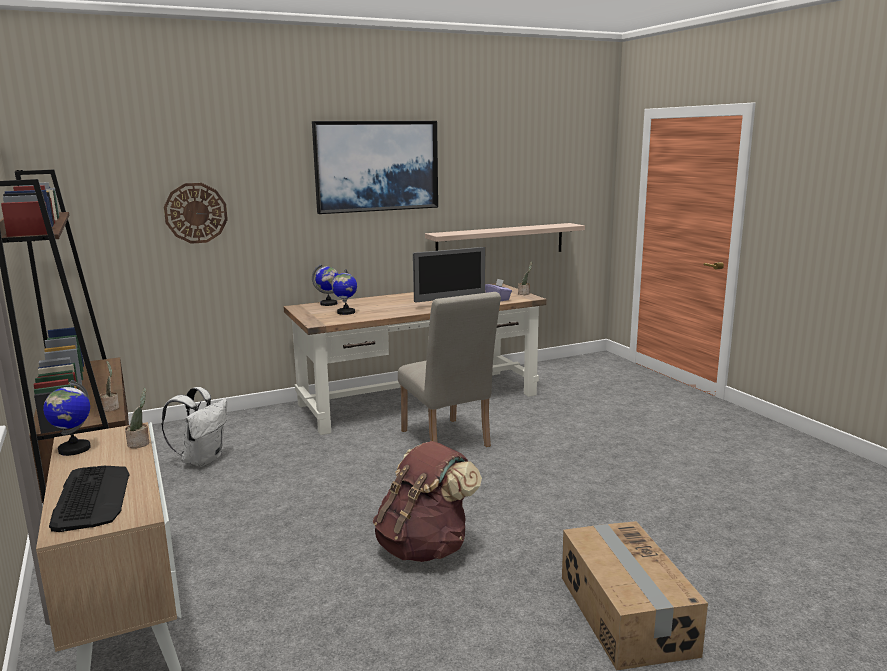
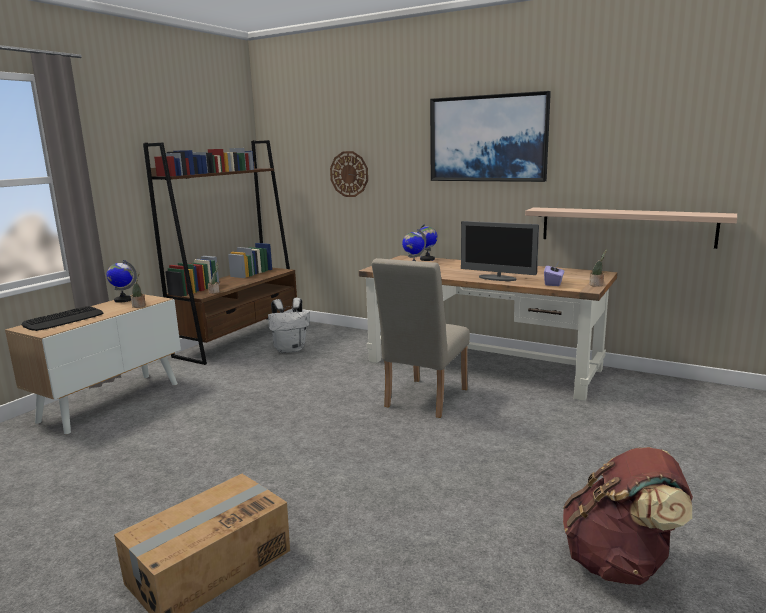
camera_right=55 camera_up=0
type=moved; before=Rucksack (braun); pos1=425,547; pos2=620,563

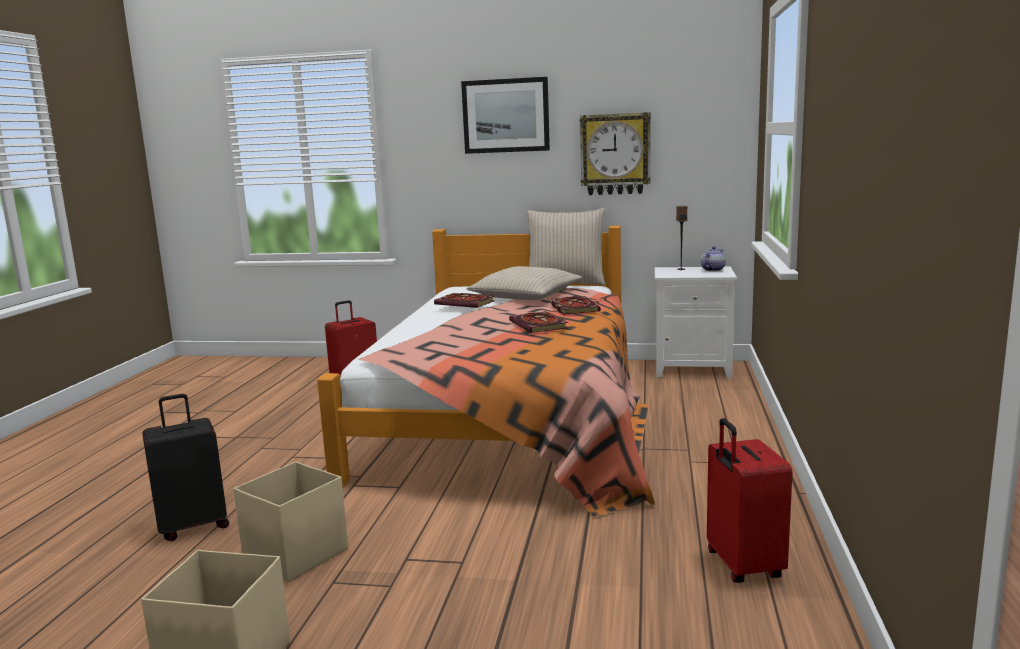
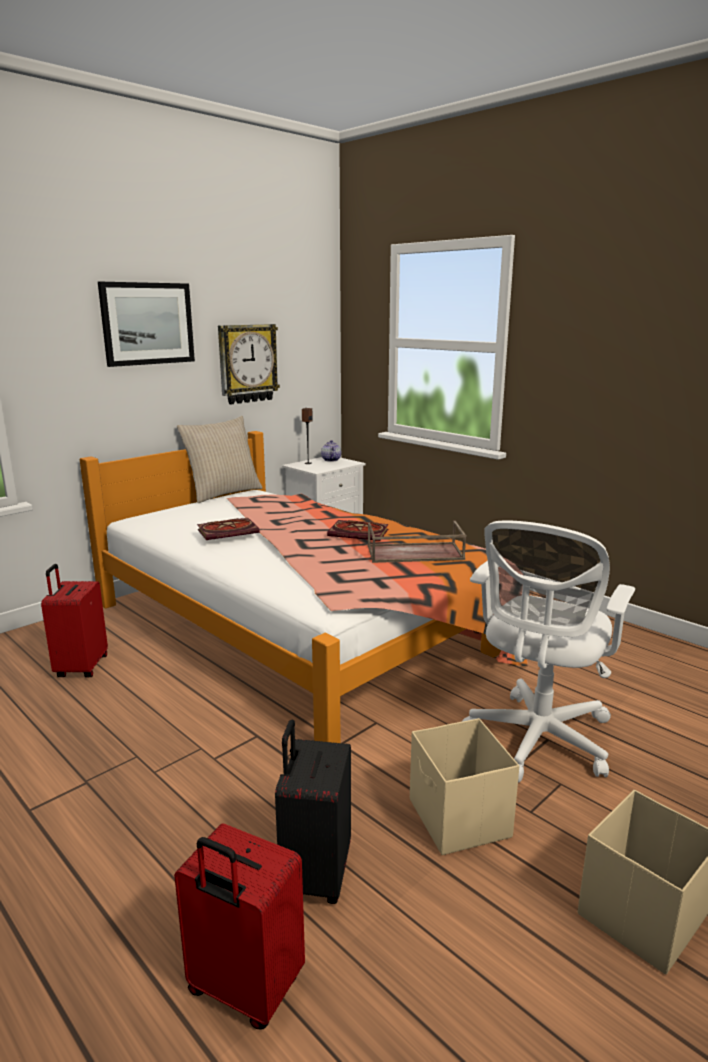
camera_right=-55 camera_up=5
type=removed; before=Kissen (beige); pos1=525,296
type=removed; before=Buch; pos1=573,308
type=moved; before=Koffer (rot); pos1=742,566; pos2=243,989
type=added; after=Tablett (braun); pos2=414,553
type=added; after=Bürostuhl (weiß); pos2=537,741

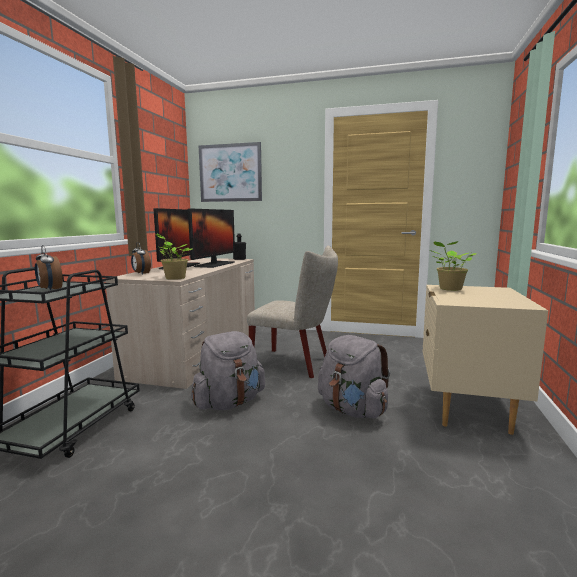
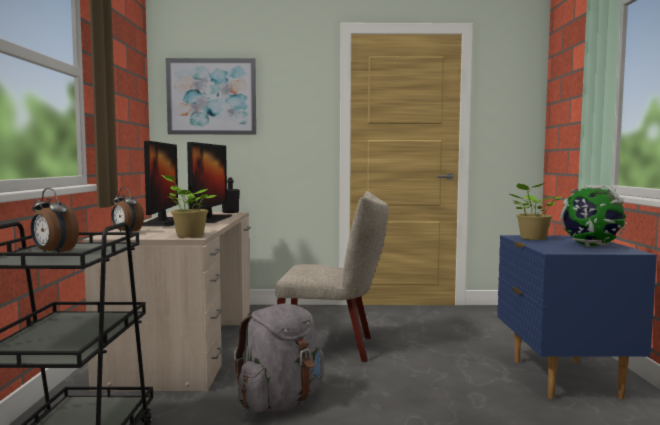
camera_right=-15 camera_up=-5
type=removed; before=Rucksack (grau); pos1=352,410
type=recoloured; before=Nachttisch (beige); after=Nachttisch (blau); pos1=467,409; pos2=563,378
type=added; after=Globus; pos2=590,246

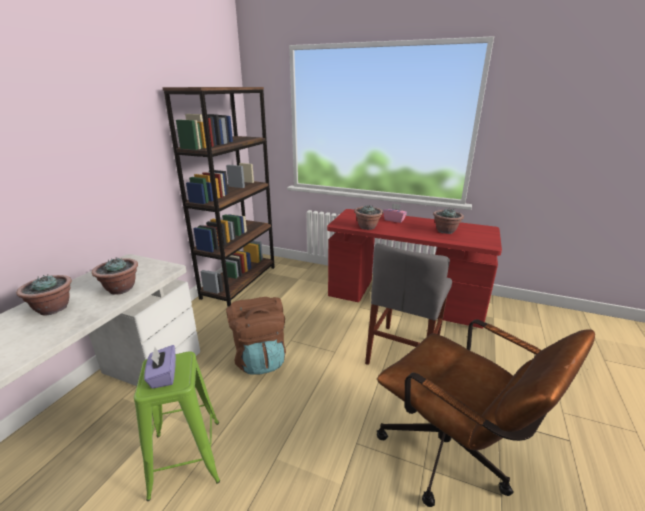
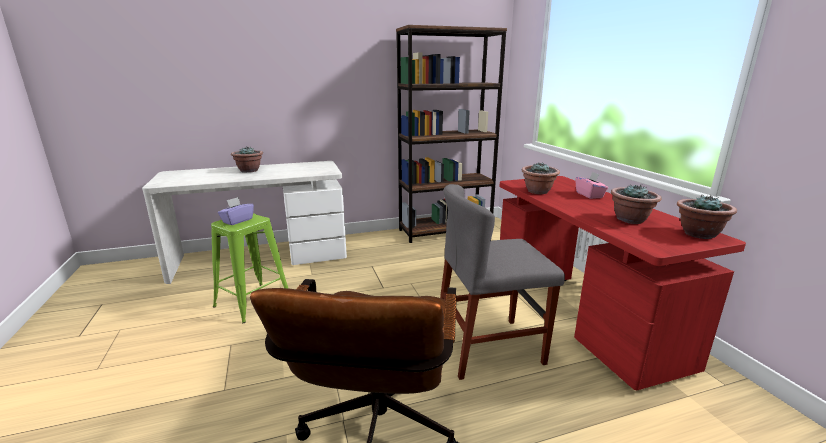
camera_right=50 camera_up=-5
type=moved; before=Topfpflanze; pos1=120,289; pos2=698,234
type=removed; before=Rucksack (braun); pos1=260,358

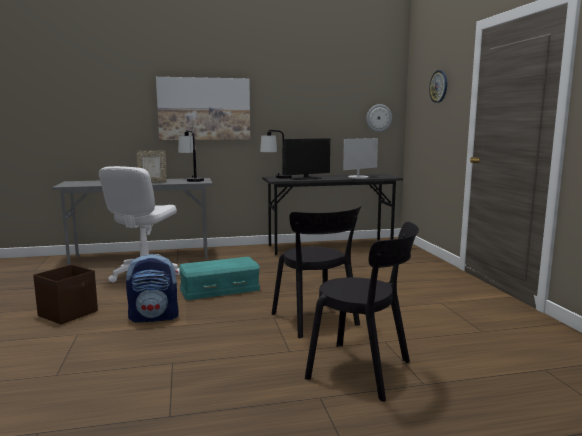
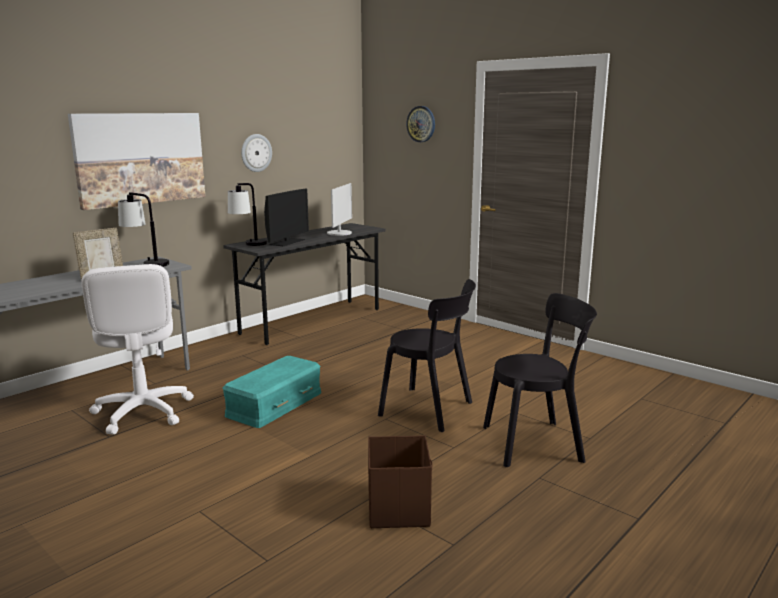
camera_right=-35 camera_up=5
type=moved; before=Aufbewahrungsbox (braun); pos1=69,313; pos2=399,508
type=removed; before=Rucksack; pos1=155,317
type=moved; before=Wanduhr; pos1=378,118; pos2=256,153

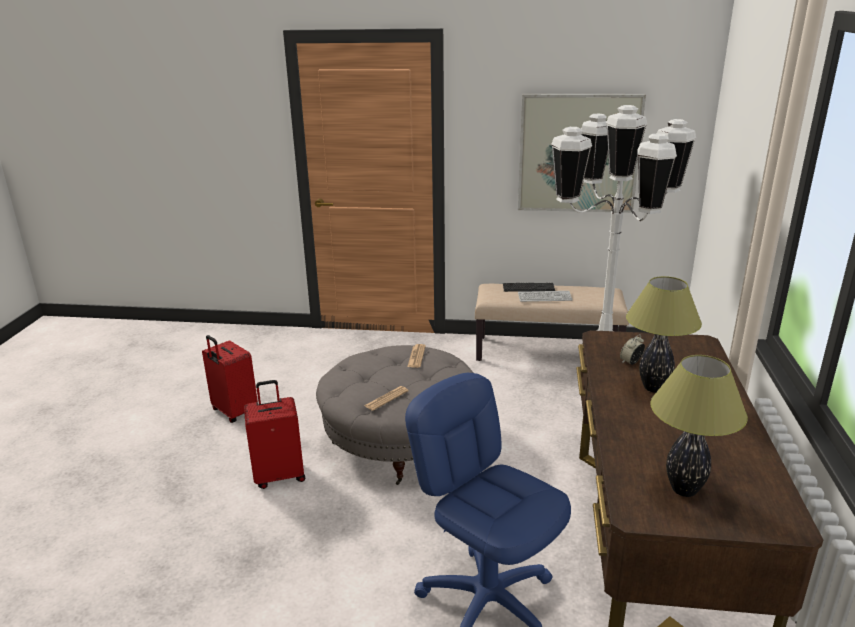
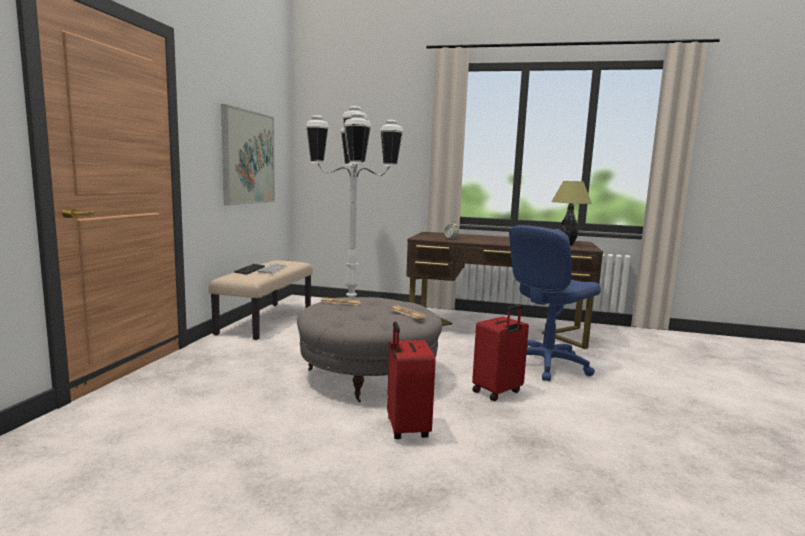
camera_right=-85 camera_up=-15
type=moved; before=Koffer (rot); pos1=233,412; pos2=498,392
type=removed; before=Tischlampe; pos1=653,388

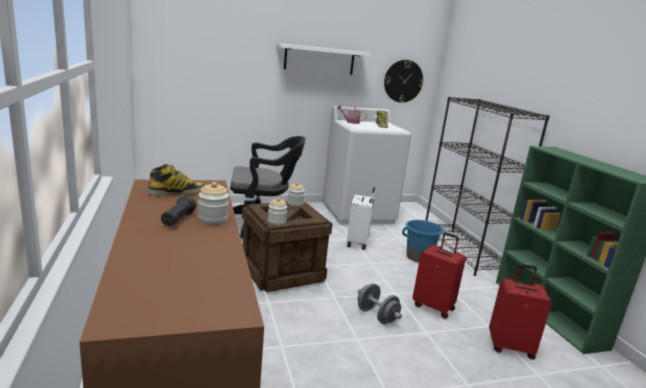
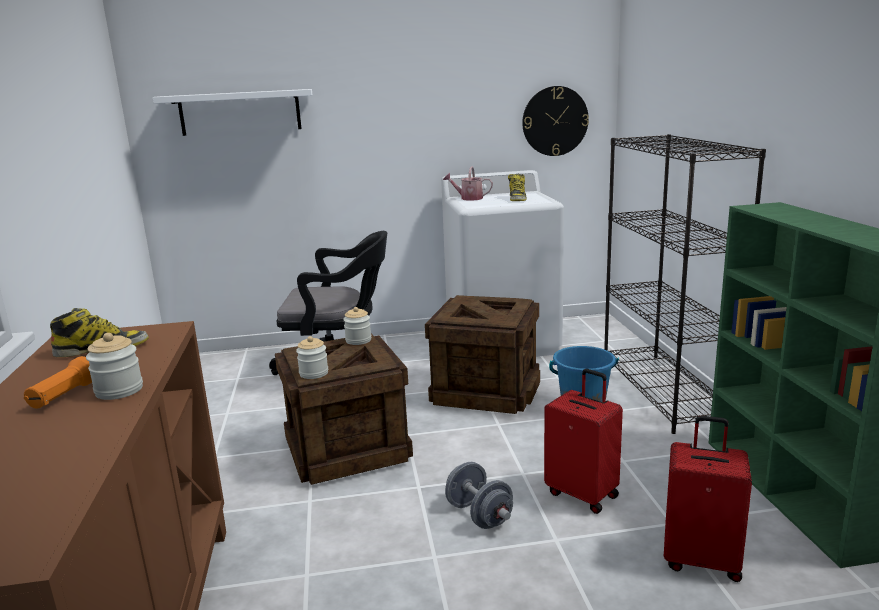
camera_right=10 camera_up=0
type=recoloured; before=Taschenlampe (schwarz); after=Taschenlampe (orange); pos1=178,220; pos2=63,396
type=moved; before=Wandregal (weiß); pos1=319,59; pos2=240,112
type=replaced; before=Koffer (weiß); after=Kiste; pos1=358,243; pos2=487,392

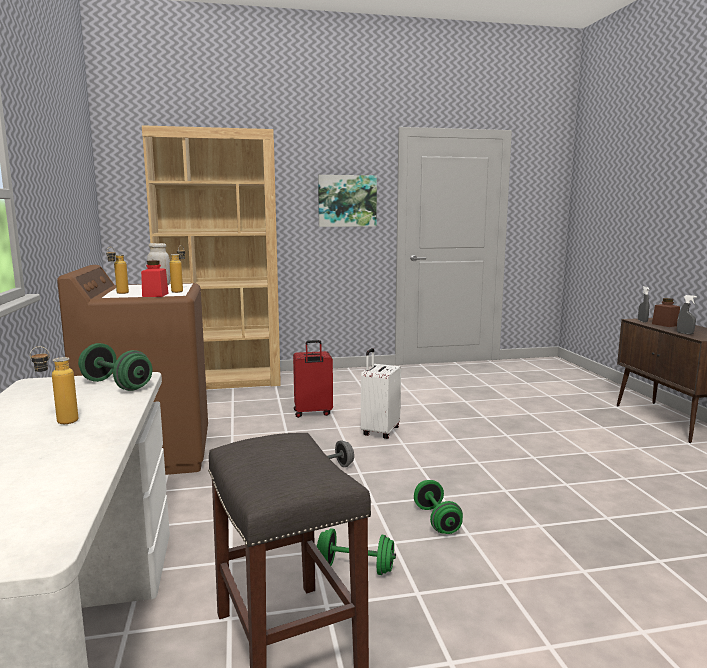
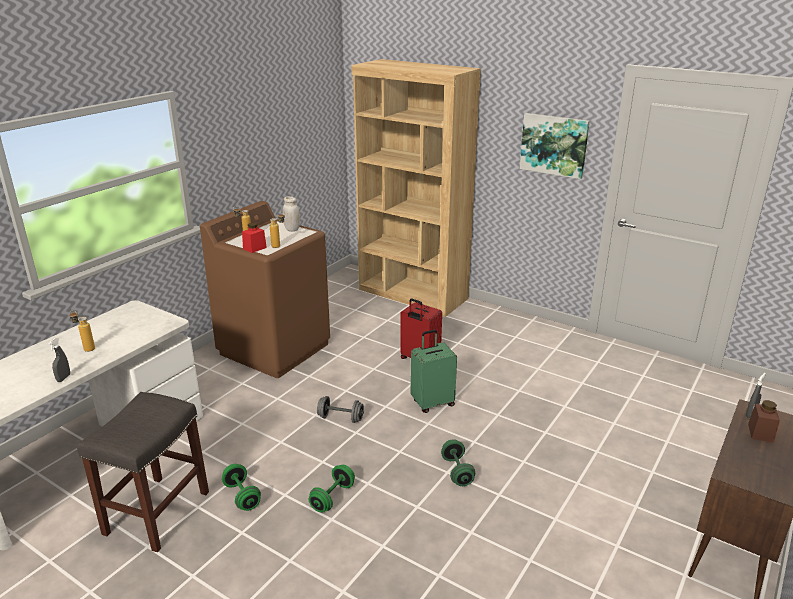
camera_right=45 camera_up=15
type=moved; before=Hantel (grün); pos1=116,385; pos2=457,471
type=recoloured; before=Koffer (weiß); after=Koffer (grün); pos1=379,432; pos2=432,403
type=moved; before=Sprühflasche (grau); pos1=685,333; pos2=63,378

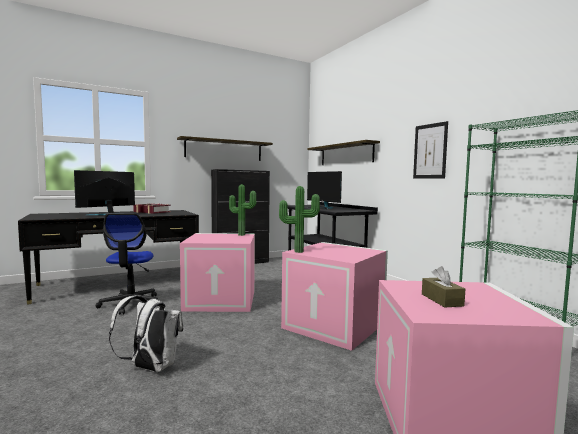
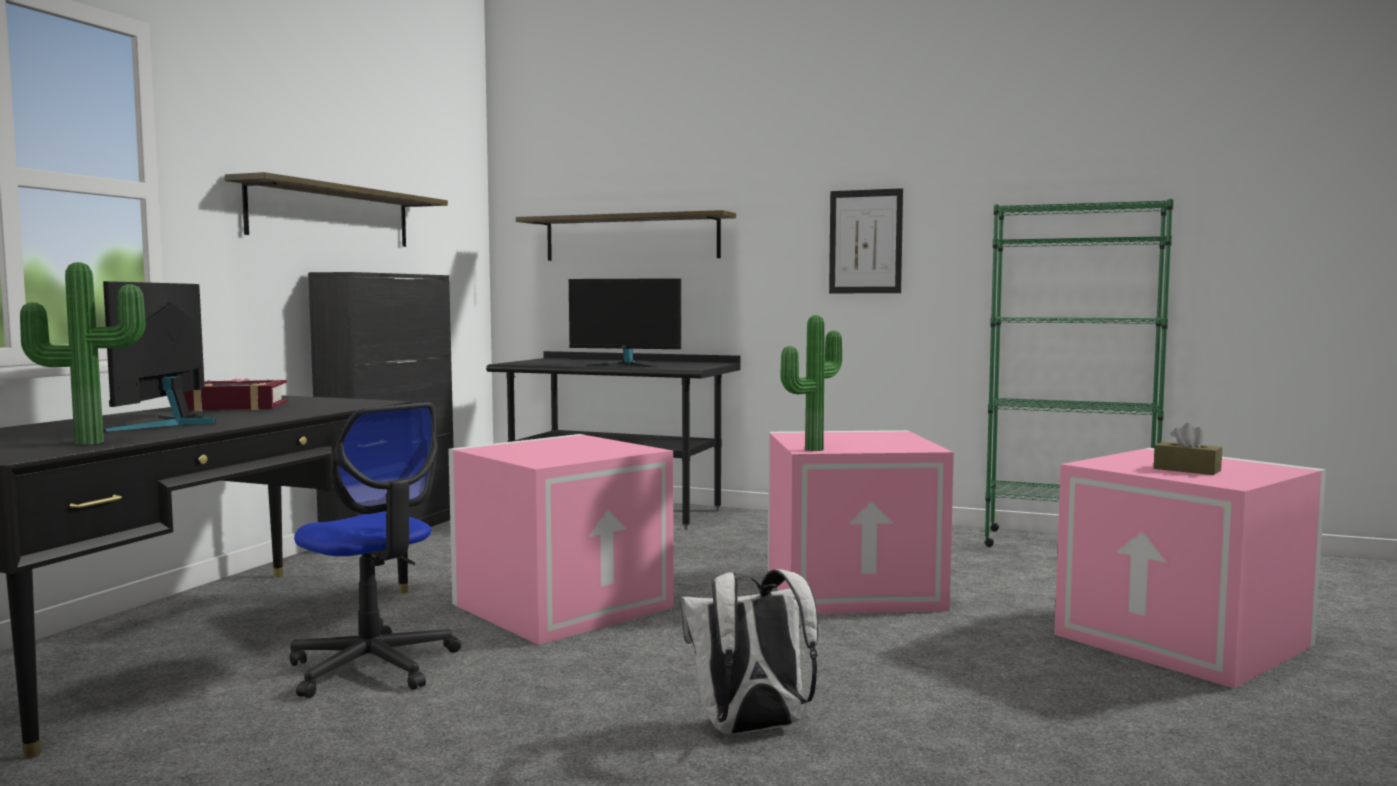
camera_right=-40 camera_up=0
type=moved; before=Topfpflanze; pos1=242,234; pos2=90,442

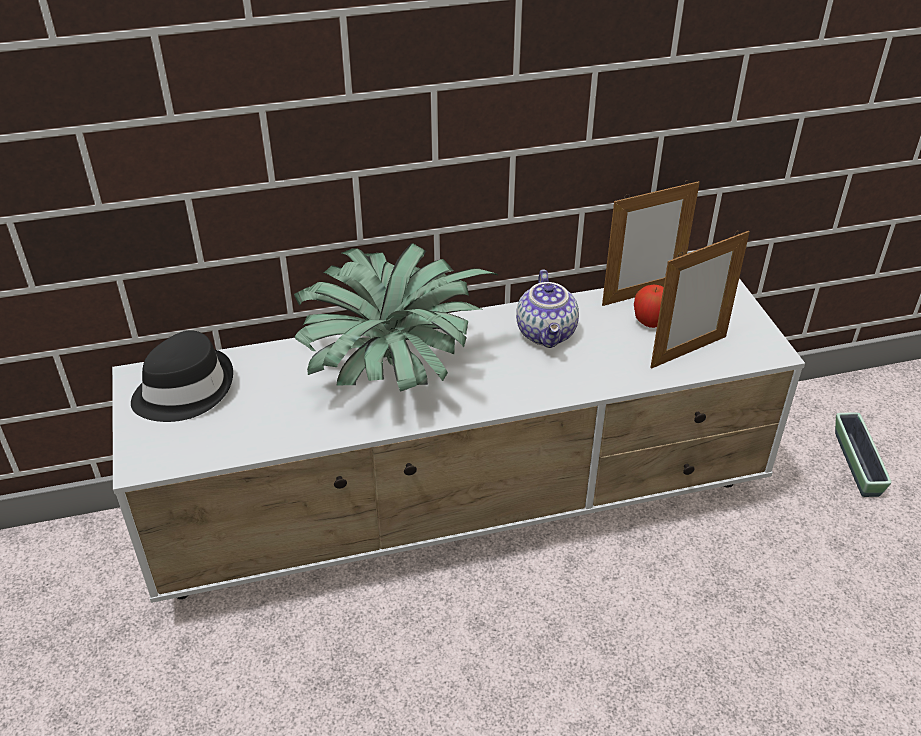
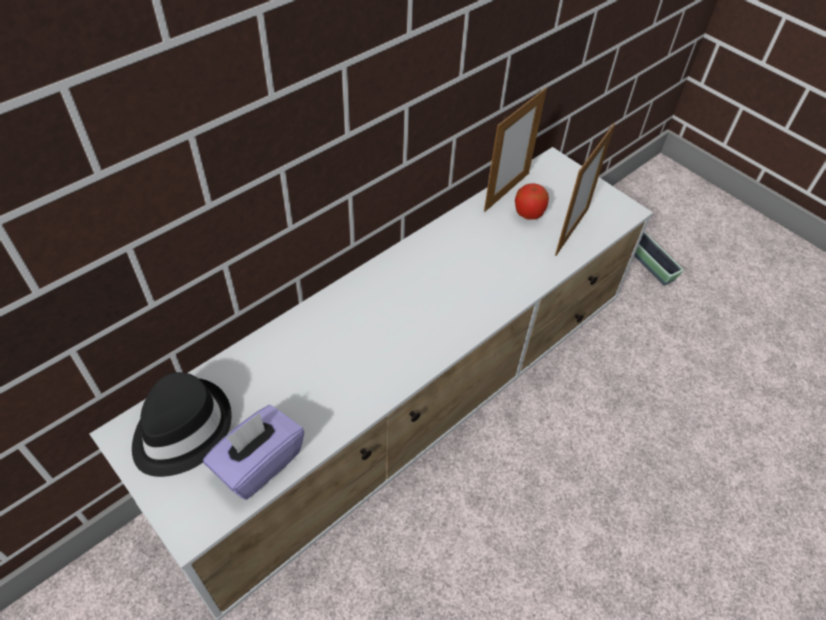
camera_right=-30 camera_up=10
type=removed; before=Topfpflanze; pos1=392,370
type=removed; before=Teekanne; pos1=547,333
type=added; after=Taschentuchbox (lila); pos2=258,463

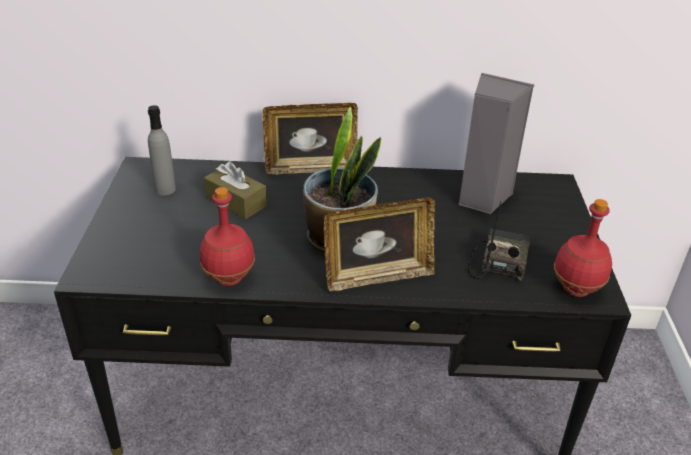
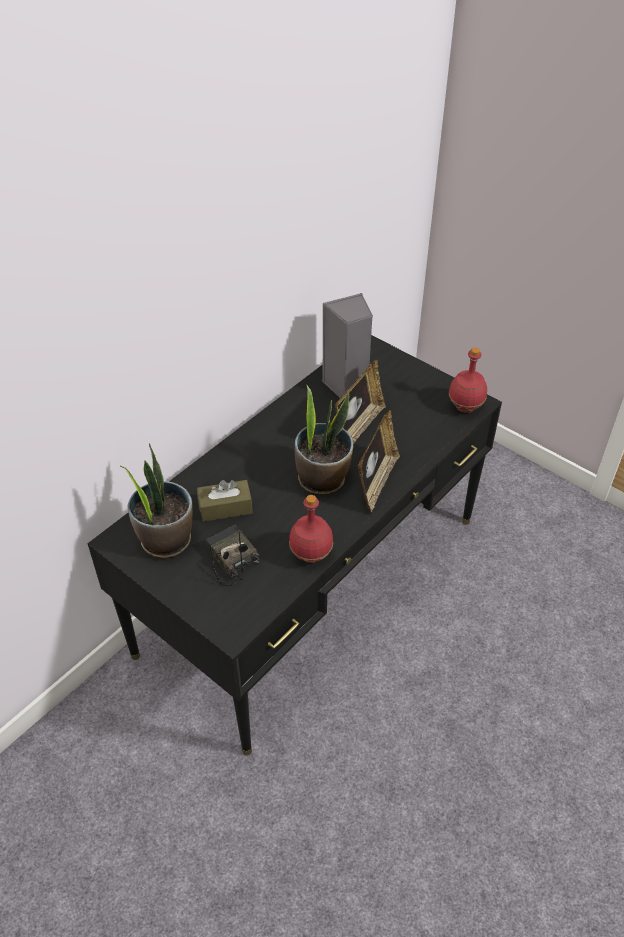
camera_right=-50 camera_up=10
type=replaced; before=Flasche (grau); after=Topfpflanze; pos1=165,189; pos2=166,540
type=moved; before=Bilderrahmen; pos1=311,168; pos2=358,427
type=moved; before=Radio; pos1=498,262; pos2=230,559

